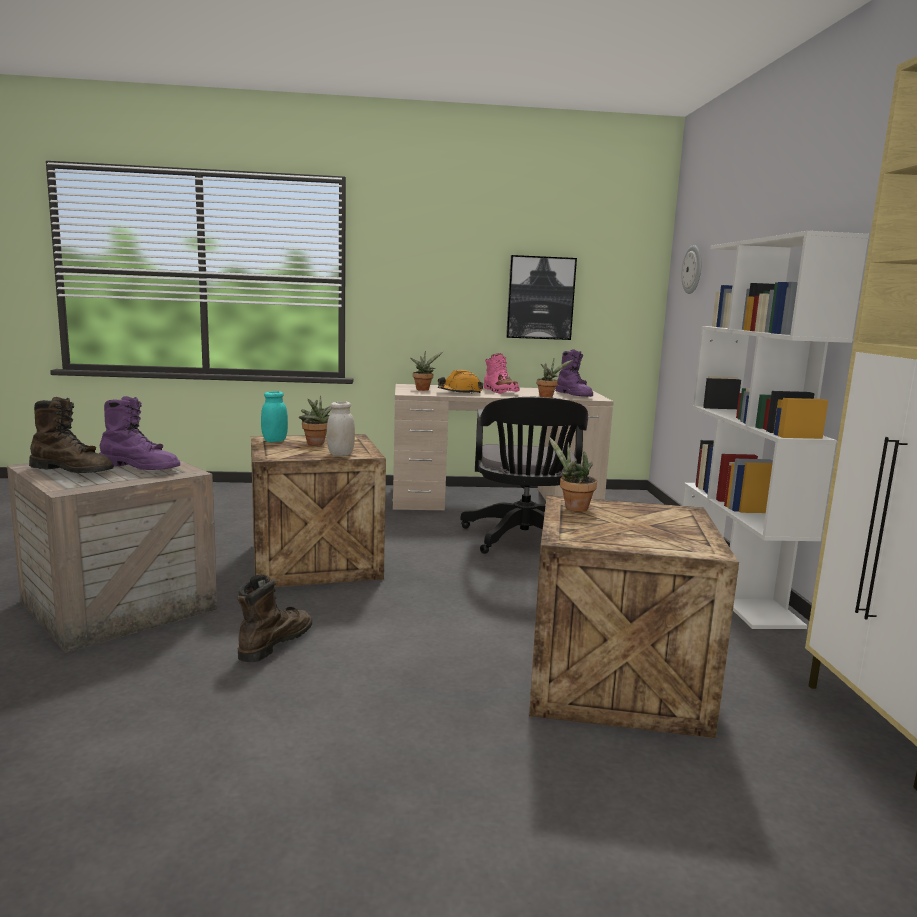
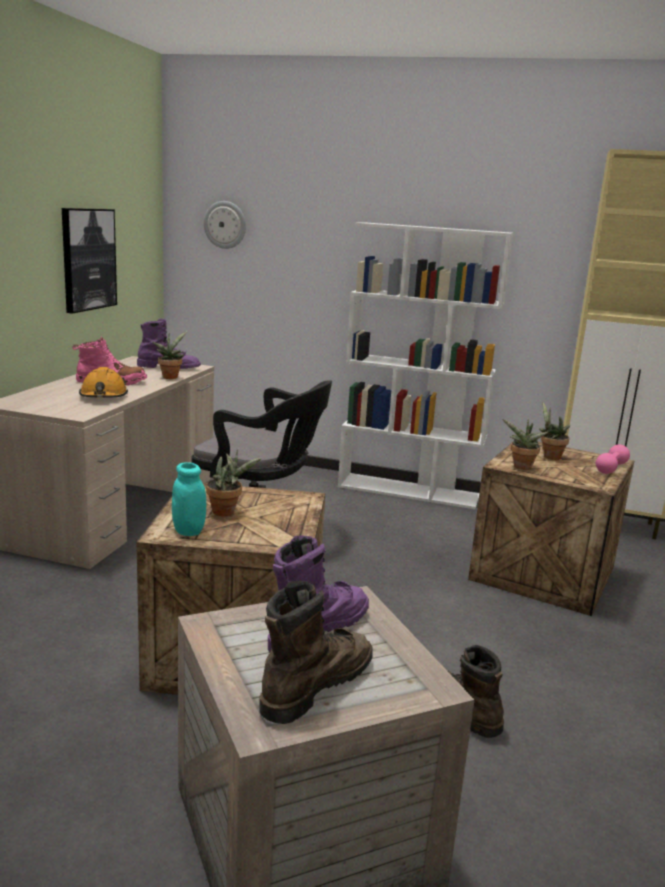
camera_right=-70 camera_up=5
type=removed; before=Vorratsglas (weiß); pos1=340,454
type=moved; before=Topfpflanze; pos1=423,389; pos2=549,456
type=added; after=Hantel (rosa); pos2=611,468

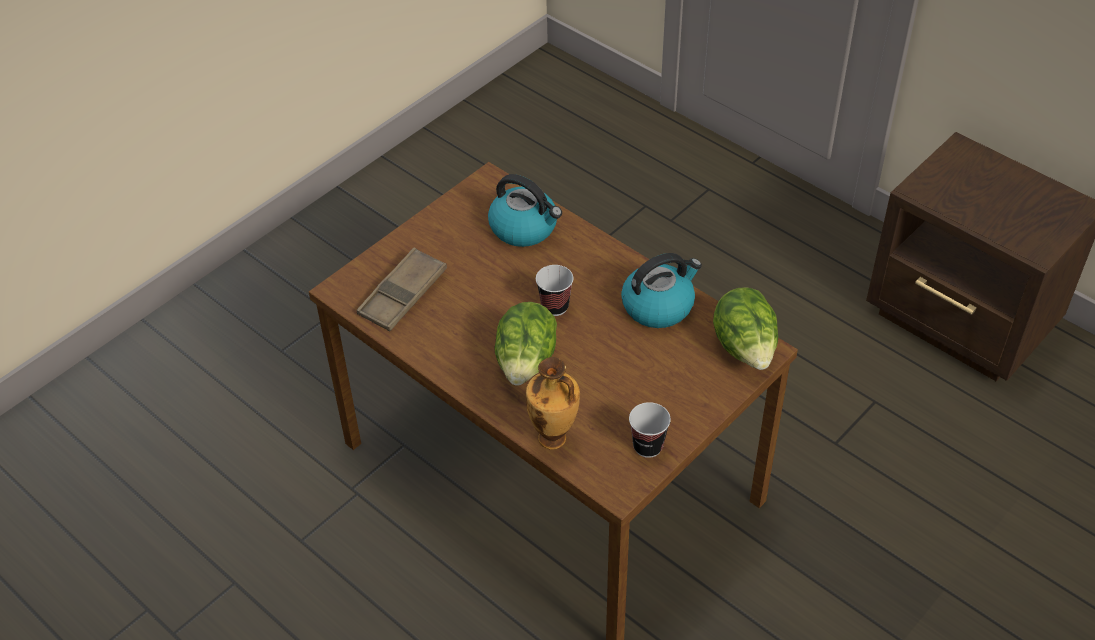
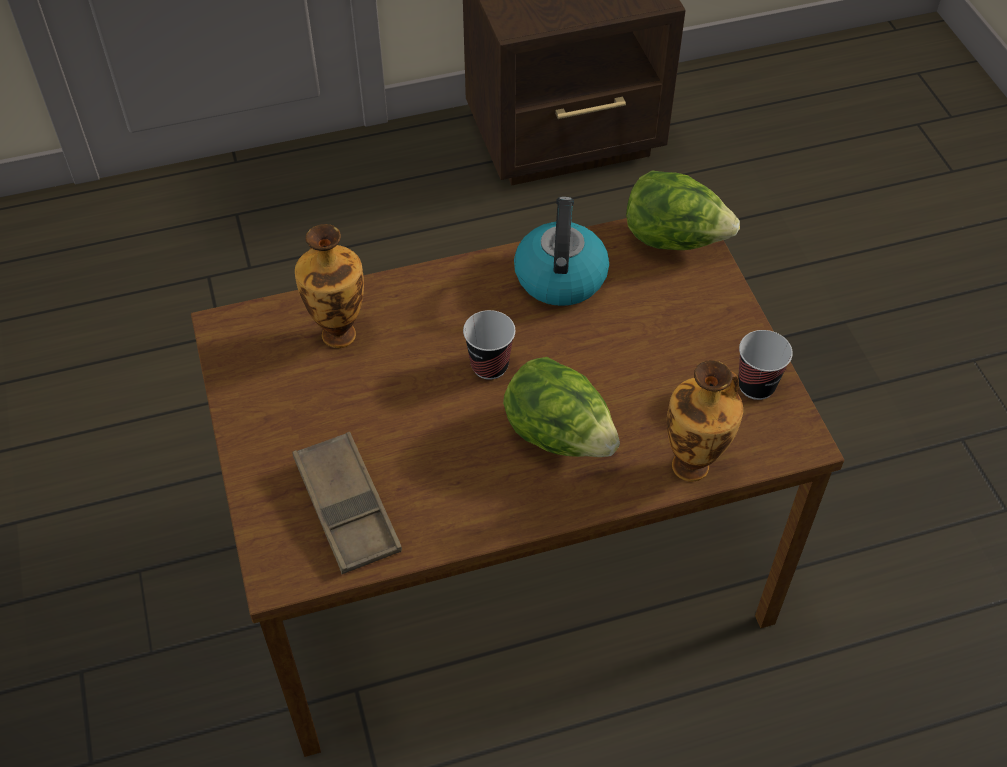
camera_right=-60 camera_up=5
type=replaced; before=Wasserkessel; after=Vase; pos1=524,228; pos2=338,332

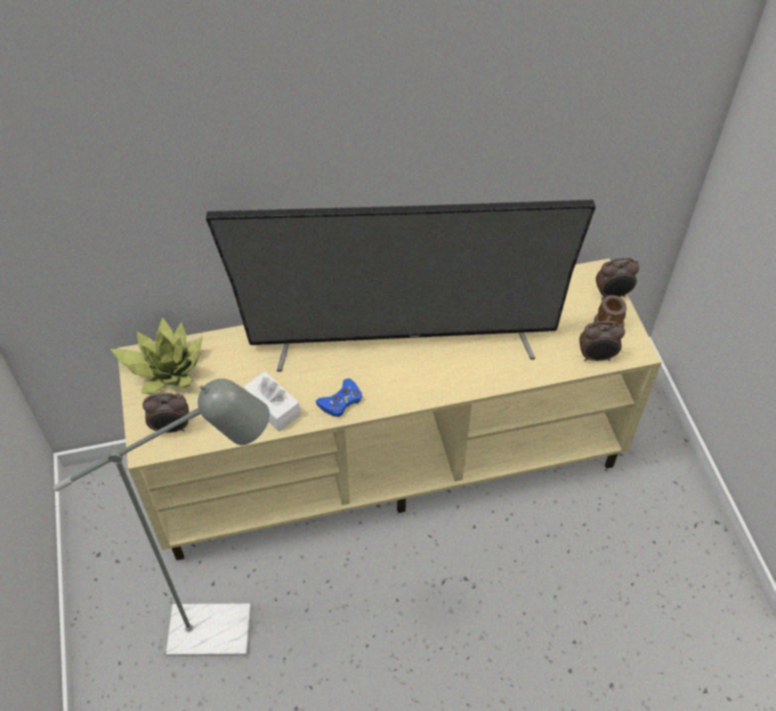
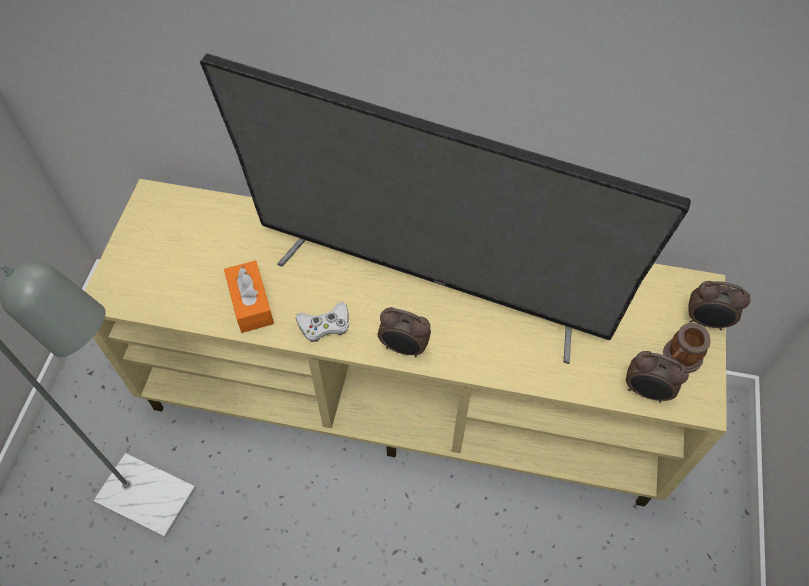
camera_right=25 camera_up=5
type=removed; before=Topfpflanze; pos1=165,368
type=moved; before=Wecker; pos1=171,428; pos2=404,348
type=recoloured; before=Taschentuchbox (weiß); after=Taschentuchbox (orange); pos1=273,407; pos2=251,303
type=recoloured; before=Gamepad (blau); after=Gamepad (weiß); pos1=341,401; pos2=324,325

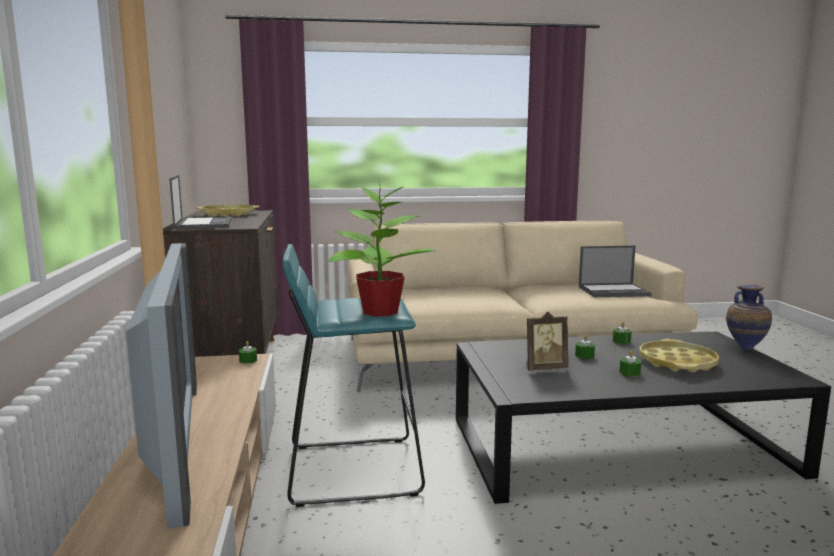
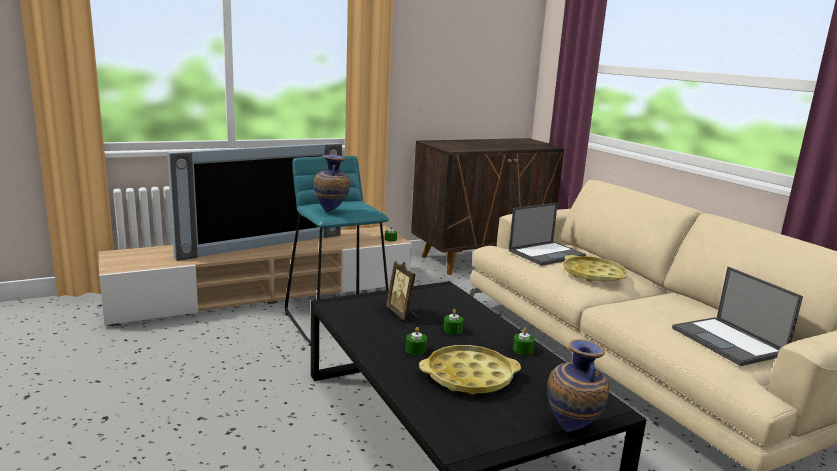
camera_right=70 camera_up=5
type=moved; before=Laptop; pos1=203,224; pos2=547,253
type=moved; before=Tablett (gelb); pos1=228,214; pos2=593,274
type=replaced; before=Topfpflanze; after=Vase; pos1=379,311; pos2=331,212

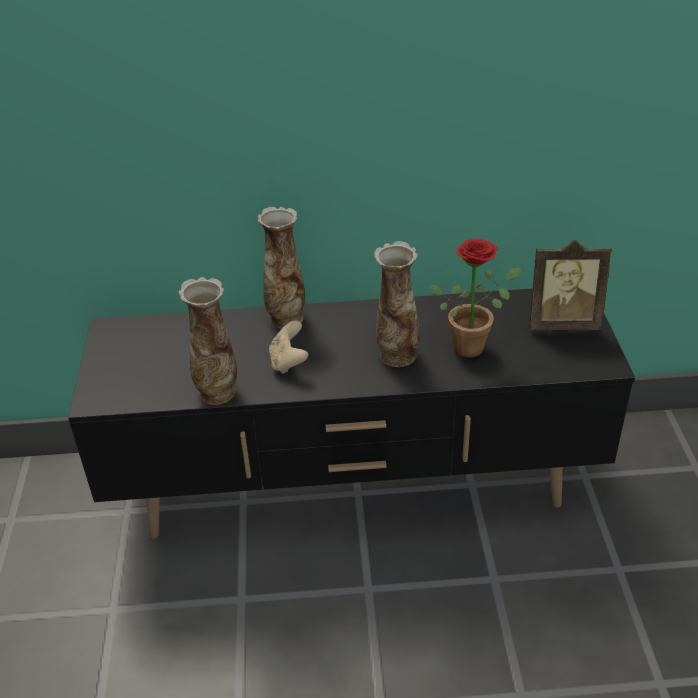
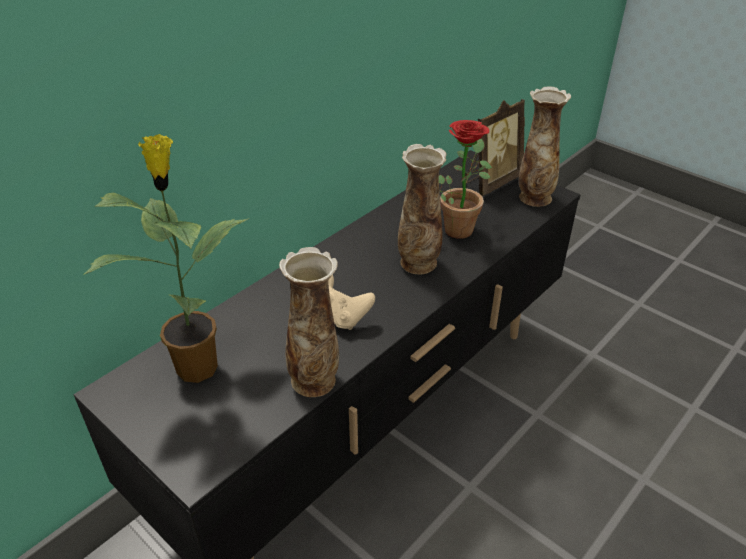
camera_right=-45 camera_up=0
type=moved; before=Vase; pos1=286,317; pos2=534,197
type=added; after=Topfpflanze; pos2=198,365

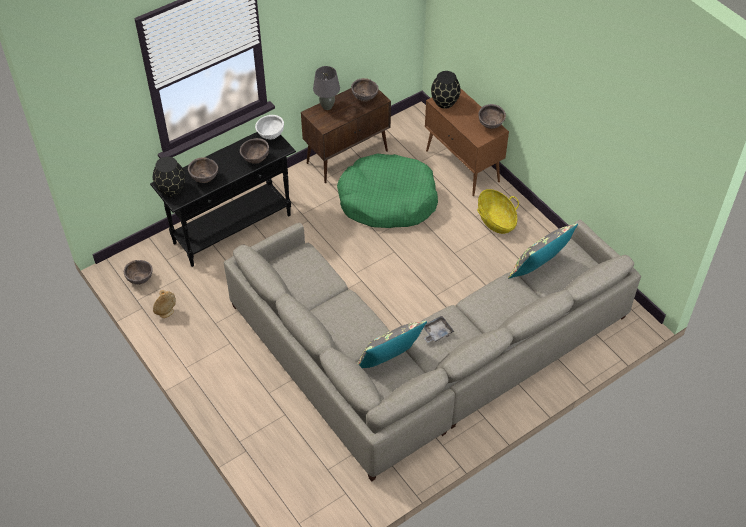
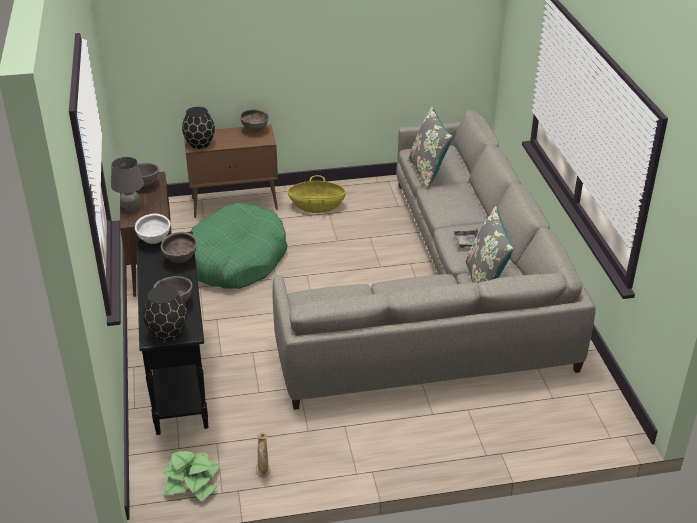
camera_right=-65 camera_up=-15
type=replaced; before=Schüssel (braun); after=Topfpflanze; pos1=140,280; pos2=191,481

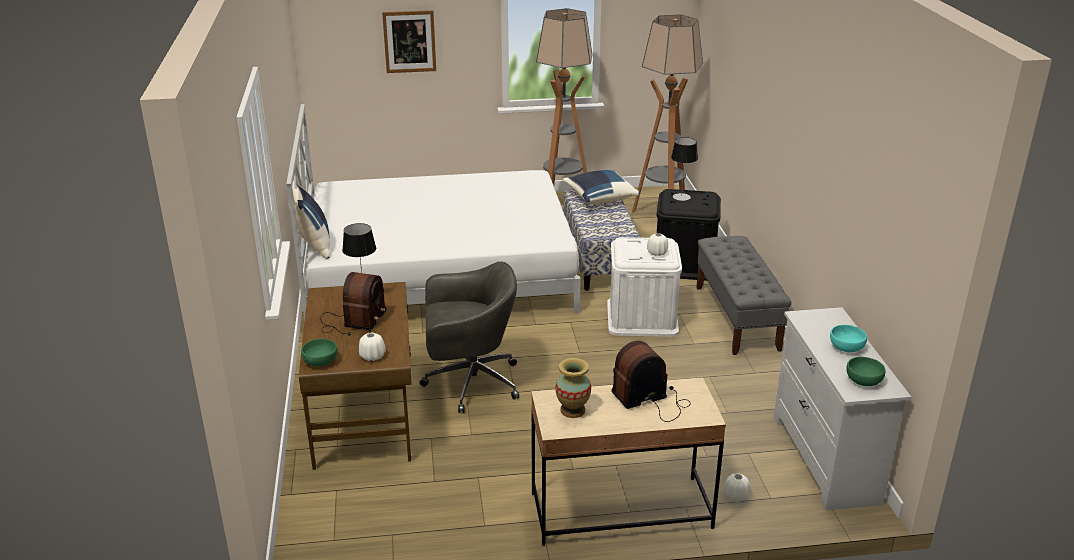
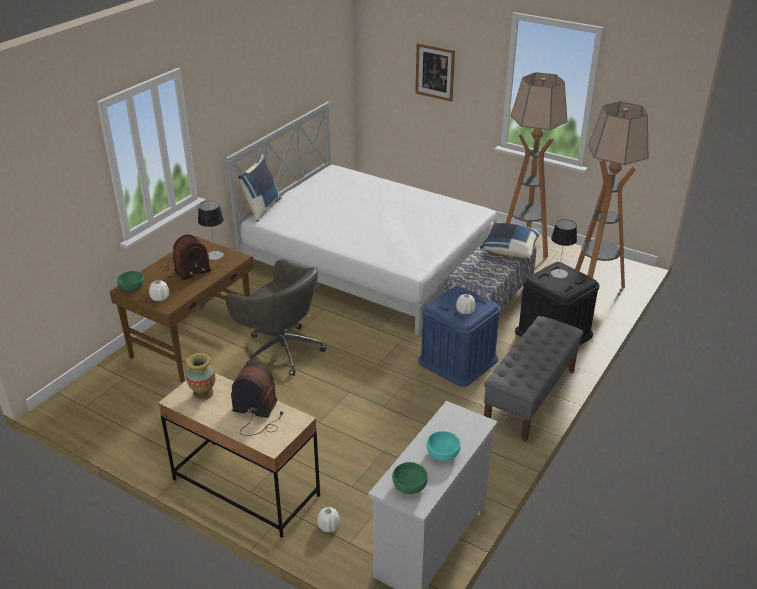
camera_right=40 camera_up=5
type=recoloured; before=Aufbewahrungsbox (weiß); after=Aufbewahrungsbox (blau); pos1=642,317; pos2=457,360

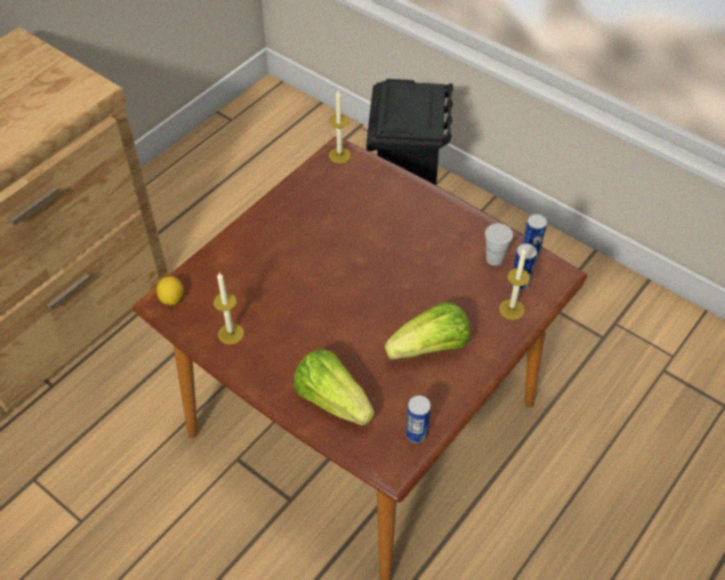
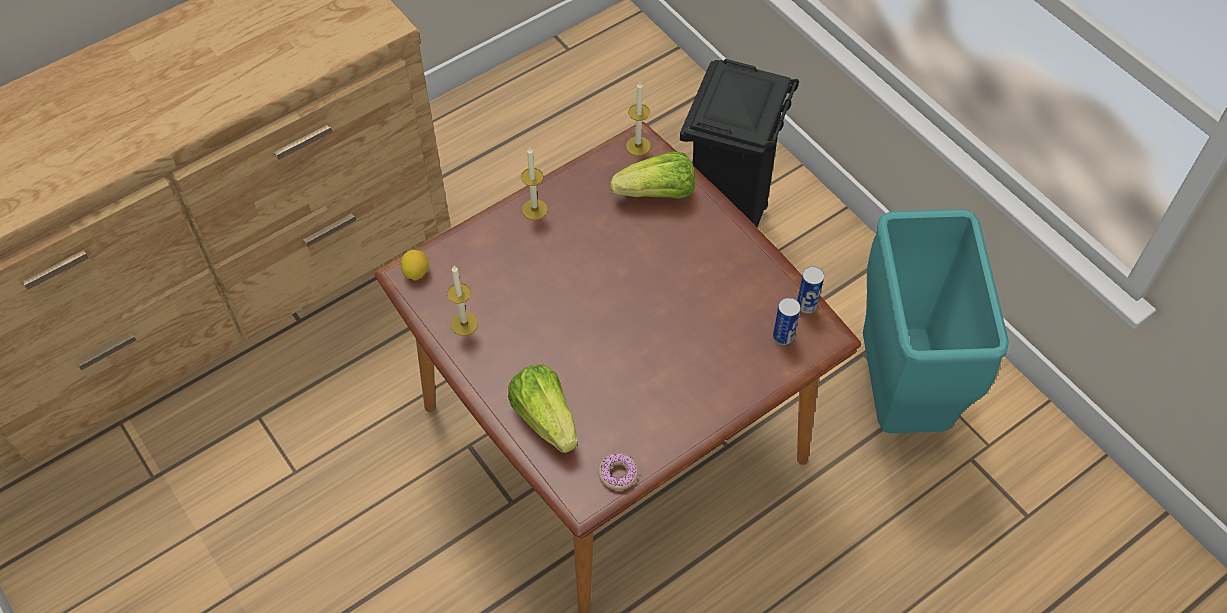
camera_right=15 camera_up=5
type=moved; before=Salatkopf; pos1=430,348; pos2=657,194
type=replaced; before=Dose; after=Donut; pos1=416,434; pos2=618,474
type=removed; before=Tasse (weiß); pos1=494,259
type=moved; before=Kerze; pos1=511,309; pos2=534,209
type=added; after=Mülleimer (türkis); pos2=900,395

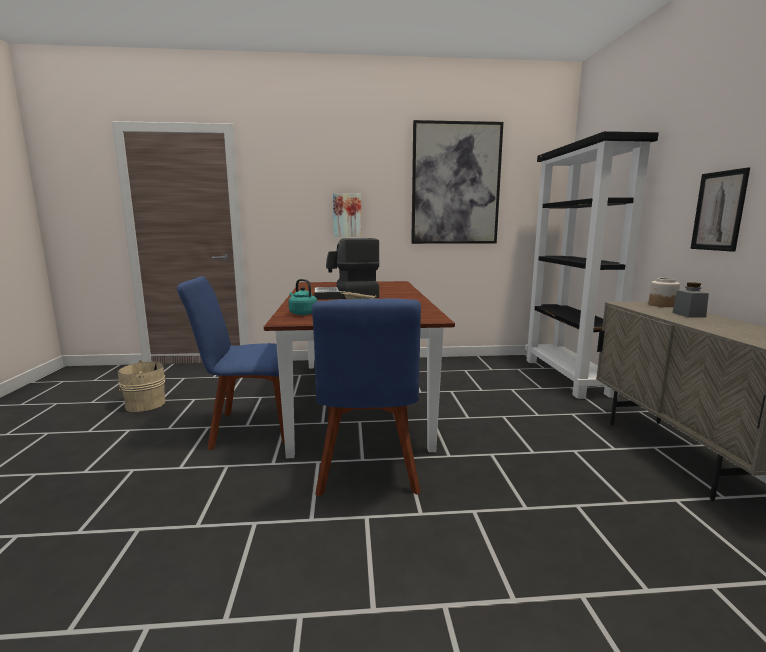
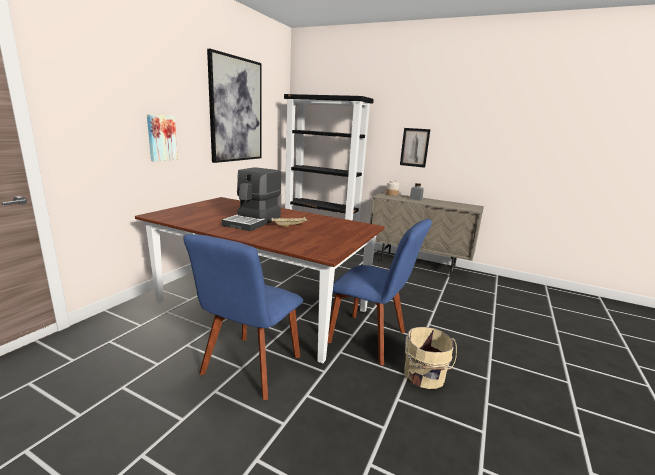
camera_right=-60 camera_up=5
type=moved; before=Eimer (beige); pos1=143,404; pos2=424,376
type=removed; before=Wasserkessel (türkis); pos1=302,313

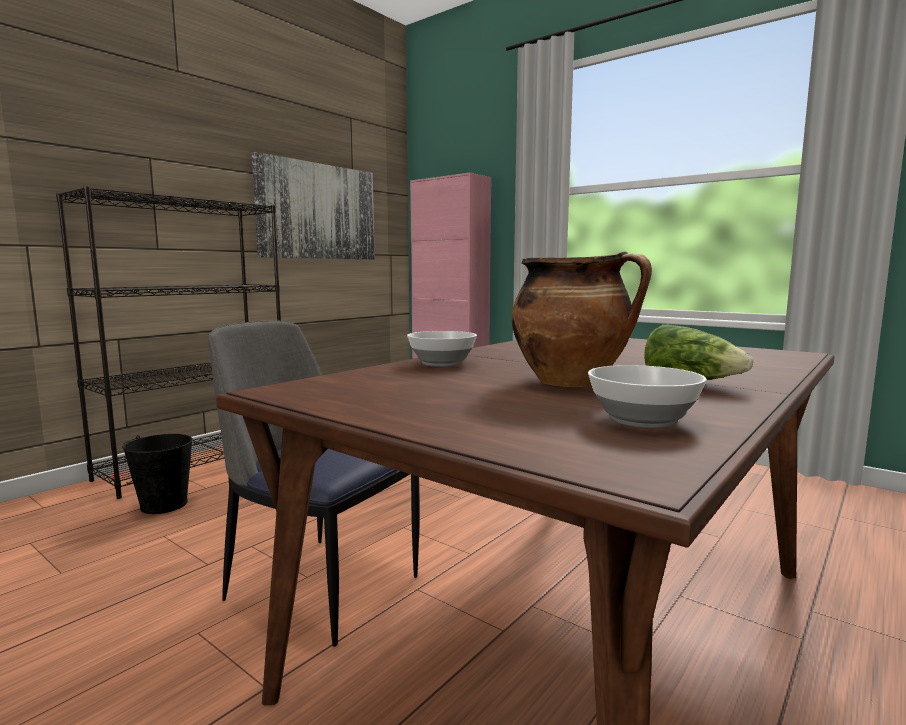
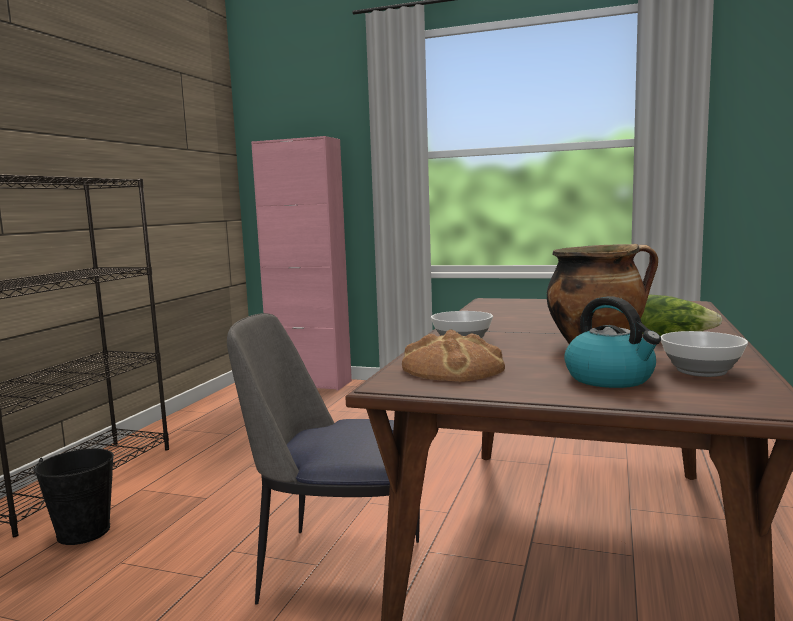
camera_right=-20 camera_up=0
type=removed; before=Bild; pos1=318,211
type=added; after=Brot; pos2=453,368
type=added; after=Wasserkessel; pos2=611,378

